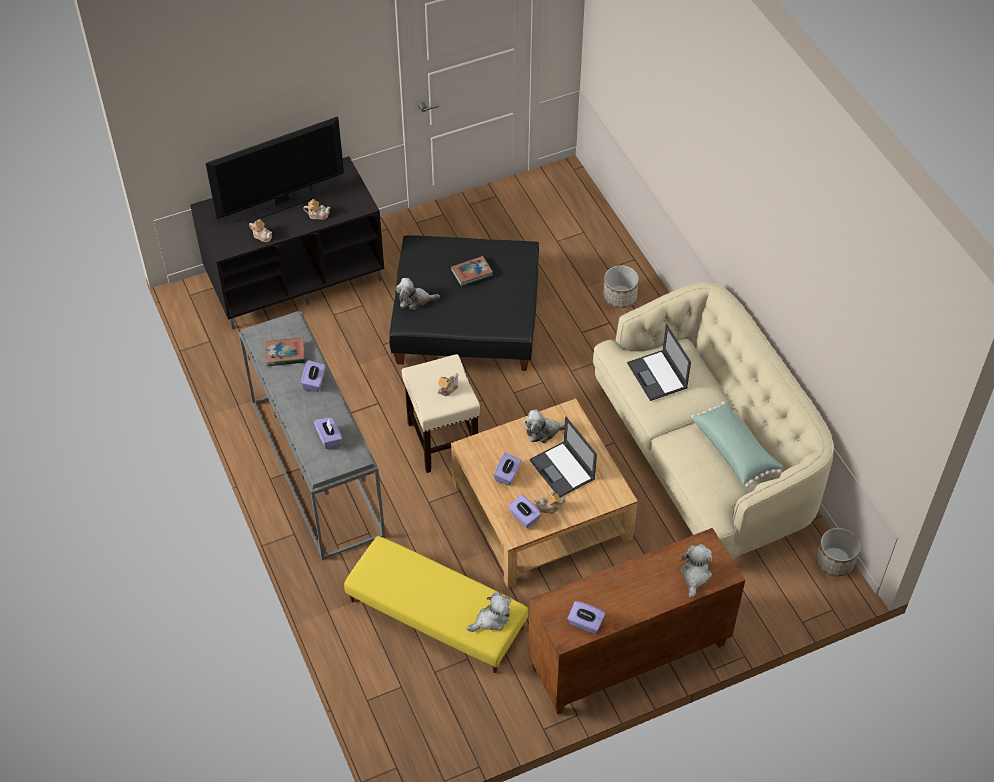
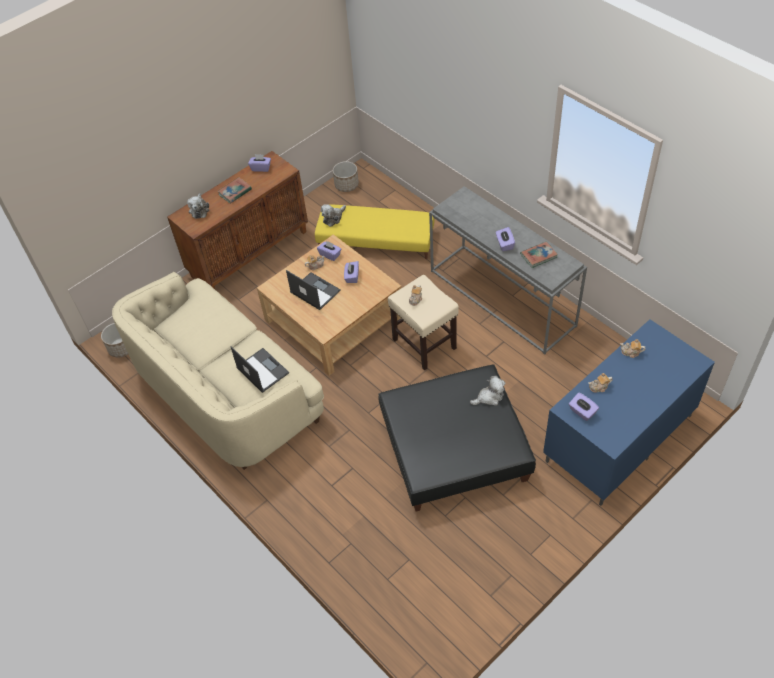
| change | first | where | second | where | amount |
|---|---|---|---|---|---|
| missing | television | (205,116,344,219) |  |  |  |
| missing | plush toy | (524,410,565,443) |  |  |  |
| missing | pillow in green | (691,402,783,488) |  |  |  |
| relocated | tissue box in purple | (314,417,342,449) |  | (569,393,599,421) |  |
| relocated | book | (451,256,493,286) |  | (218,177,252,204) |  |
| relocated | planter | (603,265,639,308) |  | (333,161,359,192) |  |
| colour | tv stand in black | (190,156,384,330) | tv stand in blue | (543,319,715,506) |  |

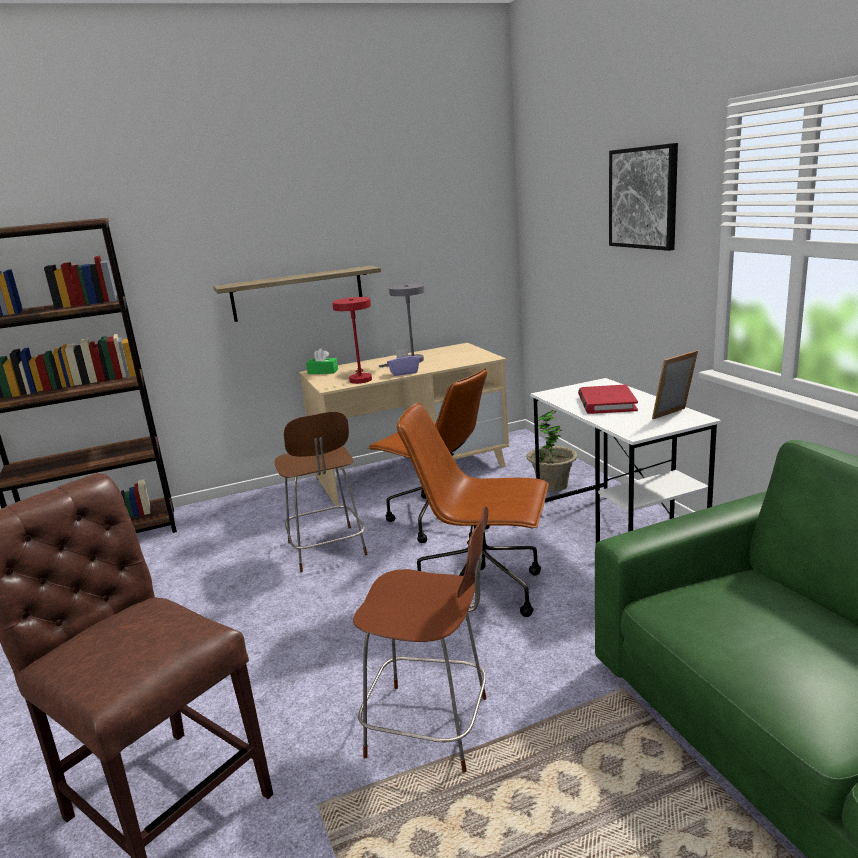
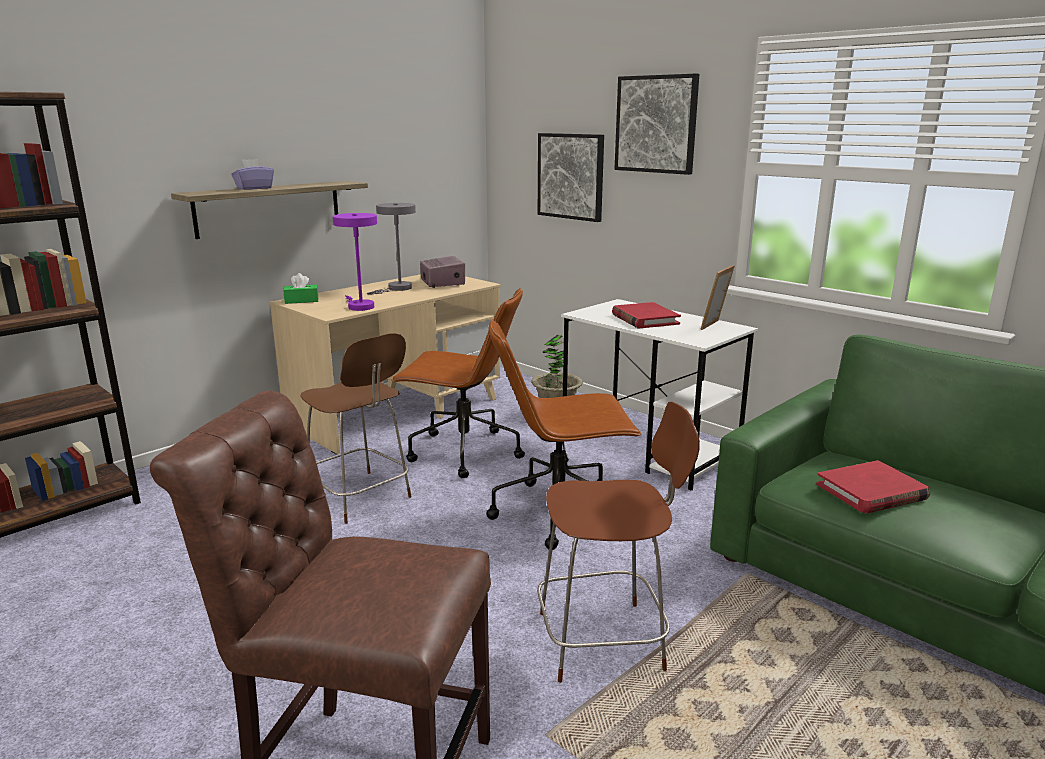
| change | first | where | second | where | amount |
|---|---|---|---|---|---|
| appeared |  |  | radio | (420,256,465,288) |  |
| appeared |  |  | picture | (538,133,604,222) |  |
| appeared |  |  | book in red | (816,460,930,513) |  |
| relocated | tissue box in purple | (387,349,420,376) |  | (232,159,274,190) |  |
| colour | table lamp in red | (332,297,372,384) | table lamp in purple | (333,213,377,311) |  |

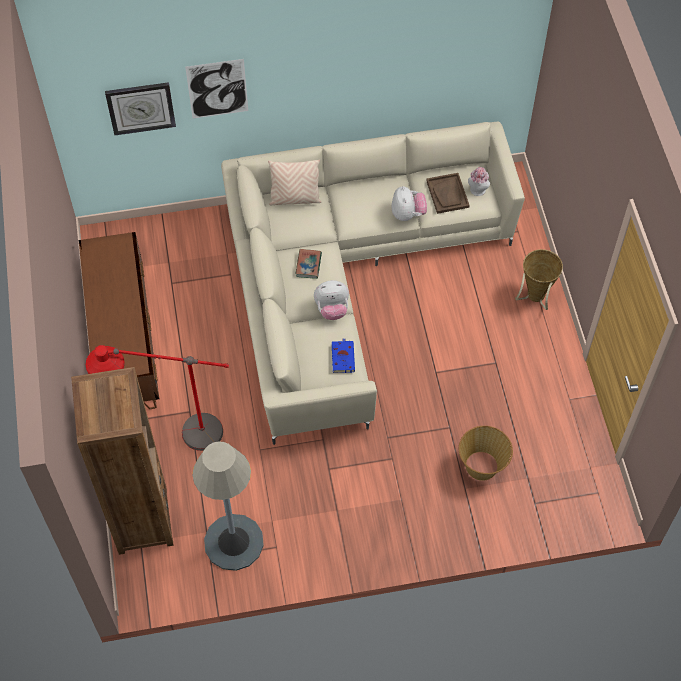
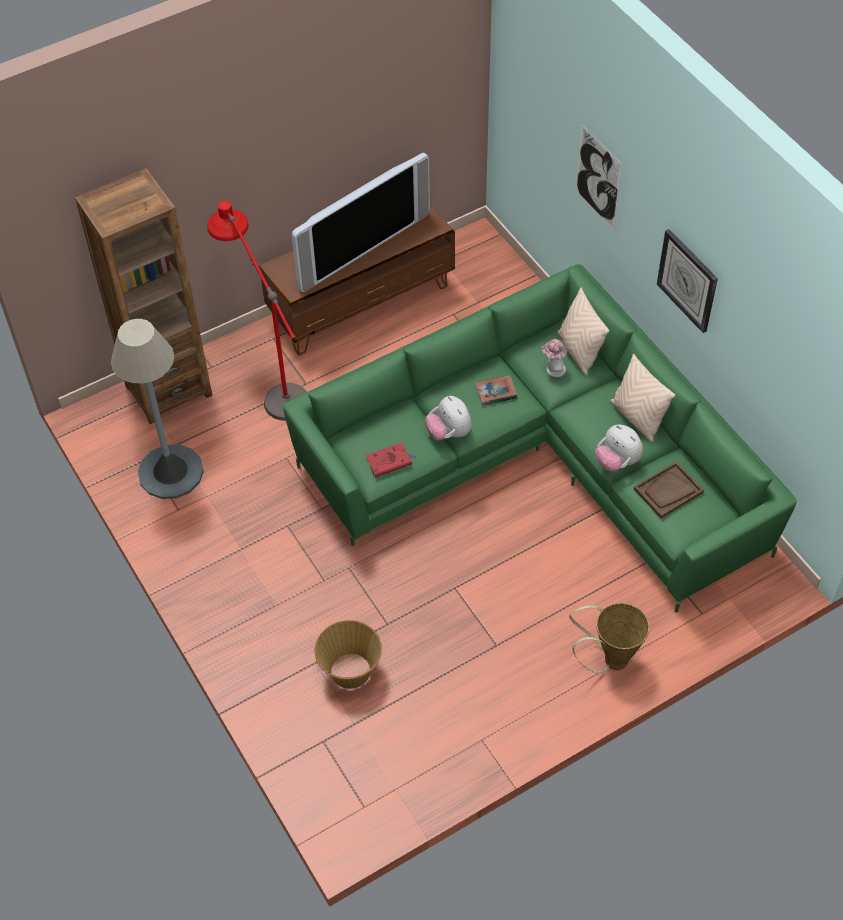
| change | first | where | second | where | amount |
|---|---|---|---|---|---|
| appeared |  |  | television | (291,153,430,292) |  |
| appeared |  |  | pillow in beige | (610,354,676,442) |  |
| relocated | wall clock | (105,82,176,135) |  | (657,229,718,333) |  |
| relocated | hat | (468,167,490,196) |  | (542,339,567,377) |  |
| colour | sofa in beige | (221,122,525,445) | sofa in green | (283,264,797,612) |  |
| colour | book in blue | (332,338,355,373) | book in red | (366,442,415,478) |  |
| spun | plush toy | (391,186,427,221) |  | (595,424,643,472) | 75 degrees clockwise |

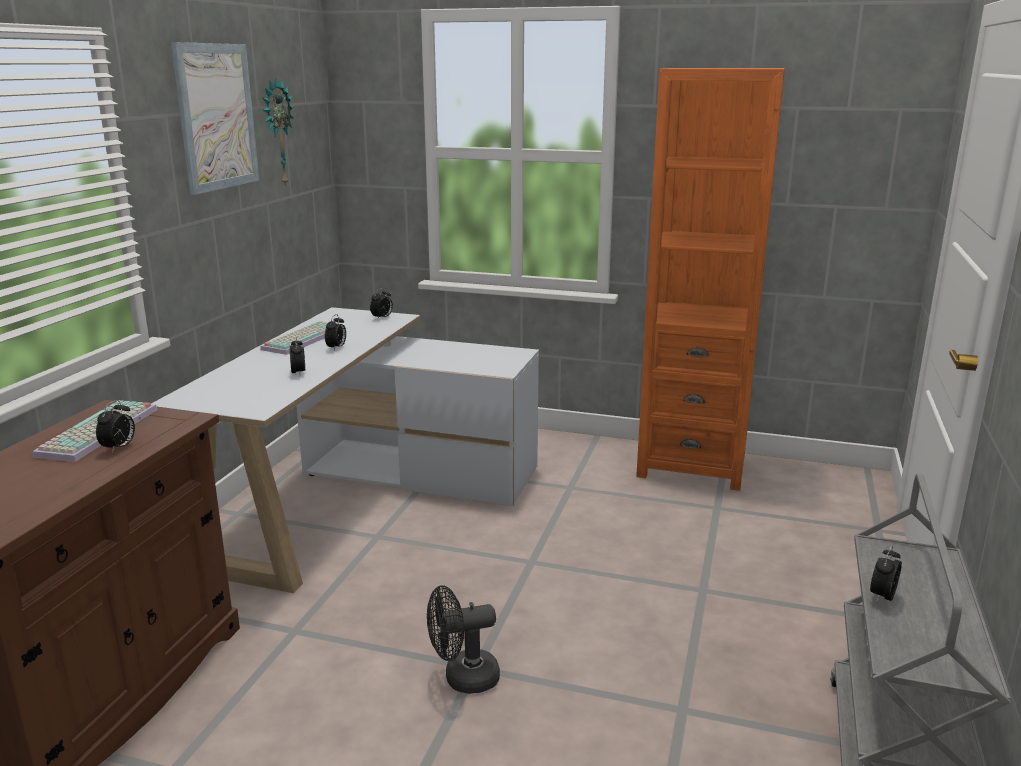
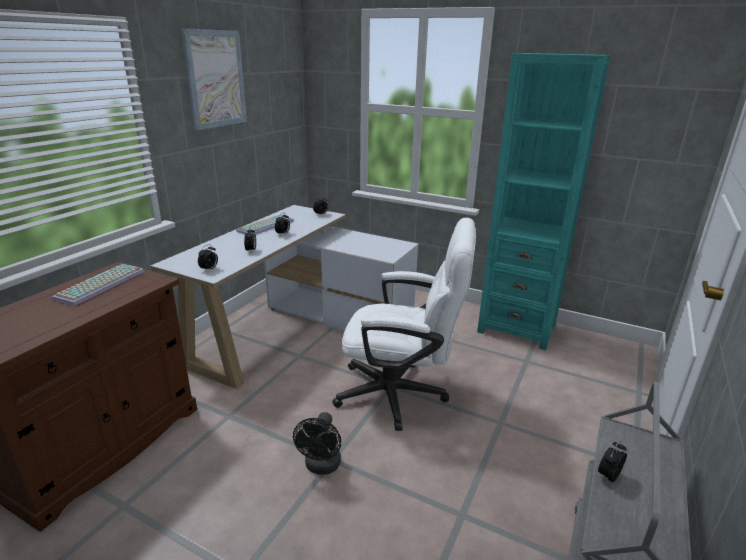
| change | first | where | second | where | amount |
|---|---|---|---|---|---|
| missing | wall clock | (263,78,294,187) |  |  |  |
| appeared |  |  | office chair in white | (332,218,476,431) |  |
| relocated | alarm clock | (96,400,135,453) |  | (198,244,218,270) |  |
| colour | bookcase in orange | (636,68,785,491) | bookcase in turquoise | (477,53,610,350) |  |
| spun | fan in black | (427,585,500,694) |  | (293,412,341,475) | 75 degrees counterclockwise |

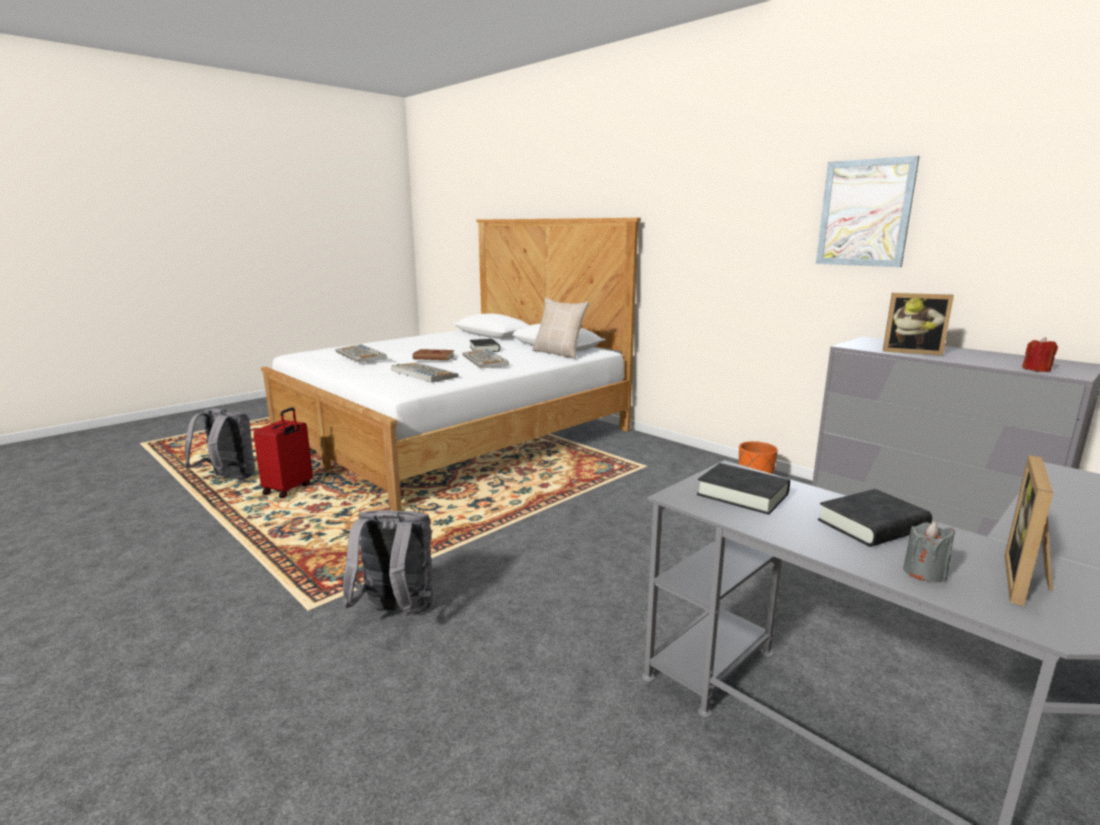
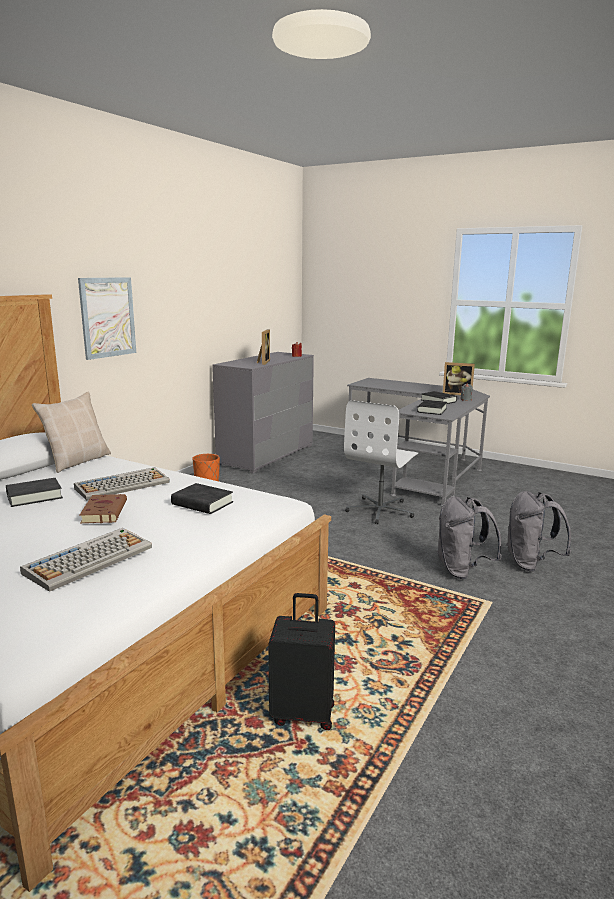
| change | first | where | second | where | amount |
|---|---|---|---|---|---|
| appeared |  |  | office chair in white | (344,400,418,524) |  |
| relocated | backpack in grey | (185,408,255,479) |  | (506,491,571,572) |  |
| relocated | picture | (816,156,920,267) |  | (78,277,136,360) |  |
| exchanged | keyboard | (391,363,459,383) | book in black | (171,483,233,514) |  |
| colour | suitcase in red | (253,407,313,498) | suitcase in black | (268,593,335,730) |  |

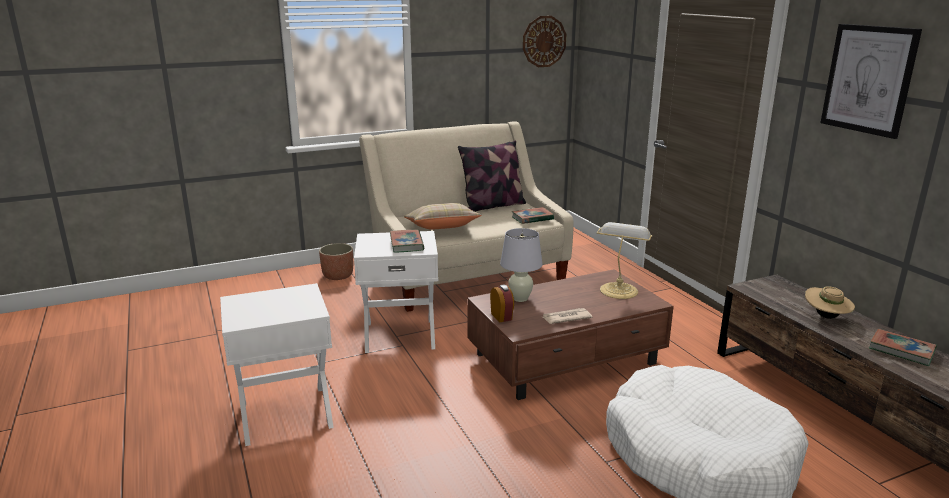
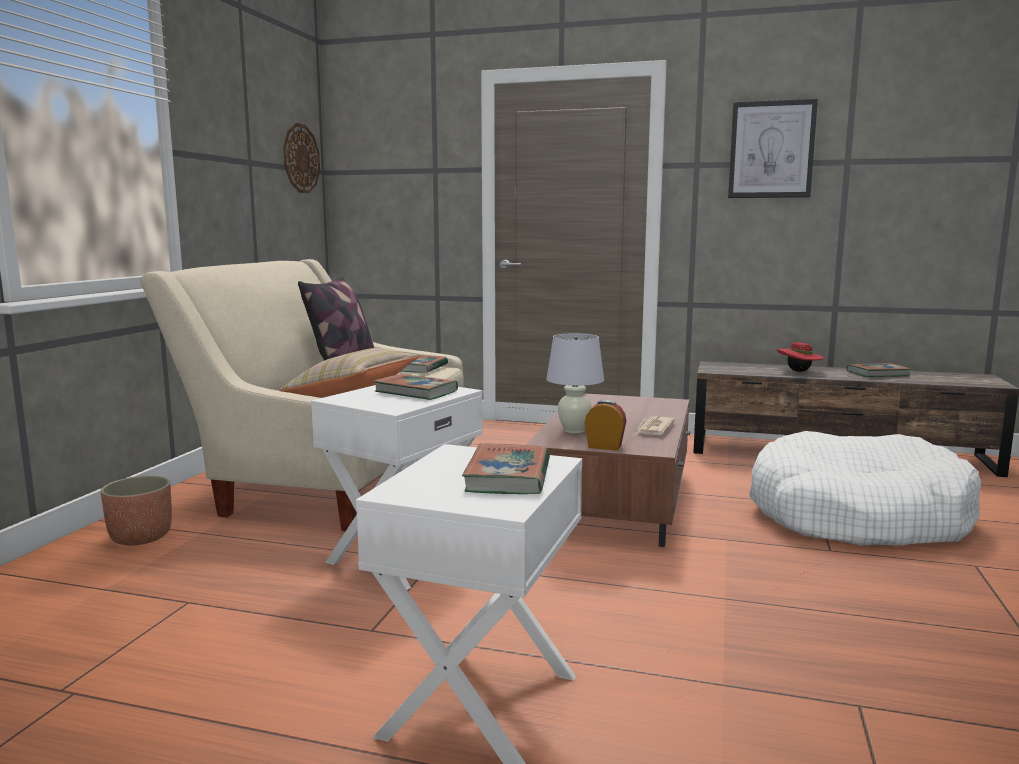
| change | first | where | second | where | amount |
|---|---|---|---|---|---|
| missing | table lamp | (597,222,652,299) |  |  |  |
| appeared |  |  | book | (462,443,550,494) |  |
| colour | hat in beige | (805,286,855,319) | hat in red | (777,342,824,372) |  |

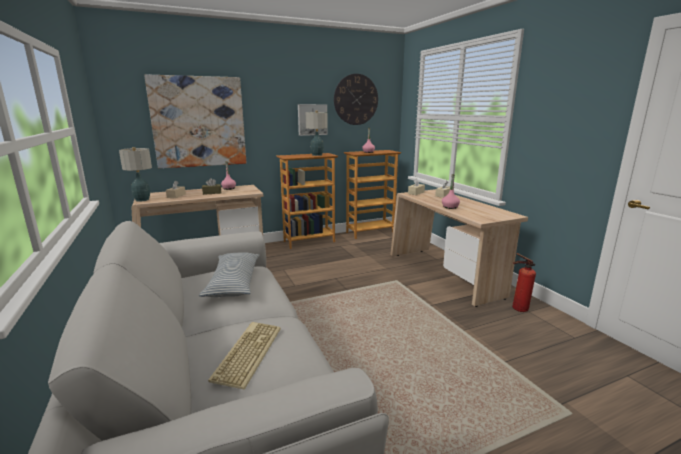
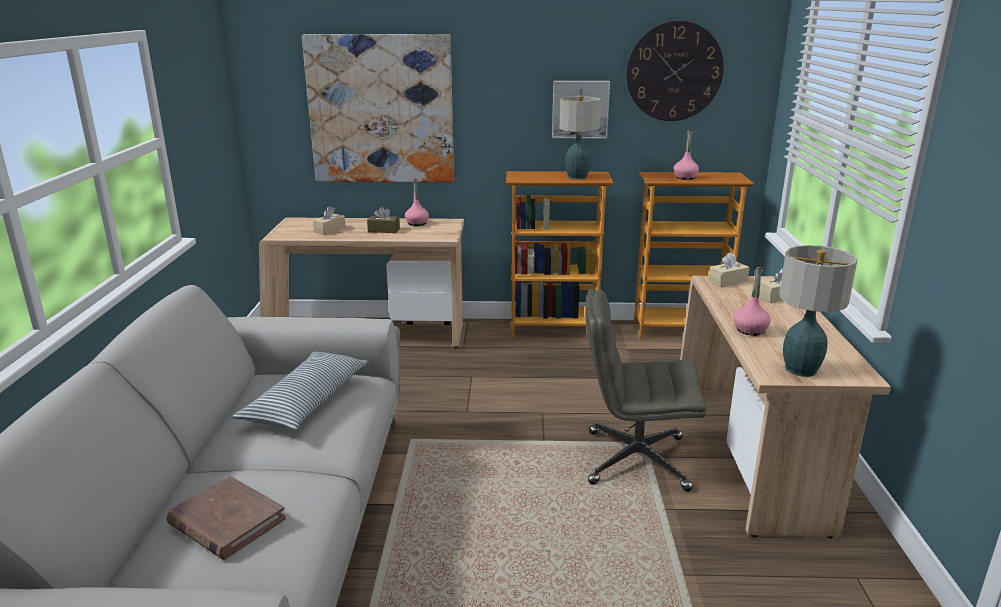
| change | first | where | second | where | amount |
|---|---|---|---|---|---|
| missing | fire extinguisher | (512,253,536,312) |  |  |  |
| appeared |  |  | office chair in grey | (586,289,707,492) |  |
| relocated | table lamp | (119,147,152,202) |  | (779,245,857,377) |  |
| exchanged | keyboard | (208,322,281,390) | book in brown | (167,476,286,560) |  |

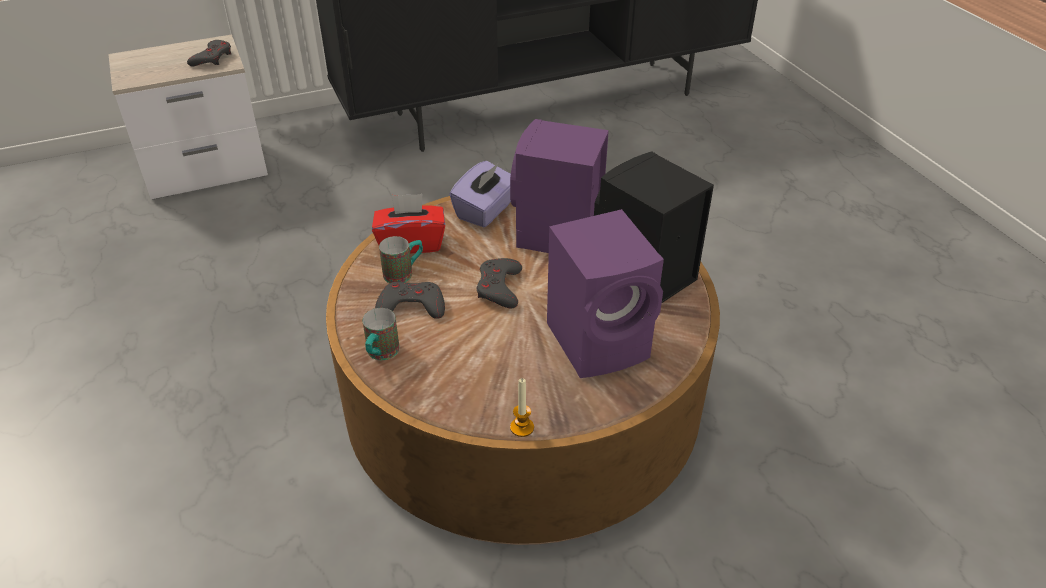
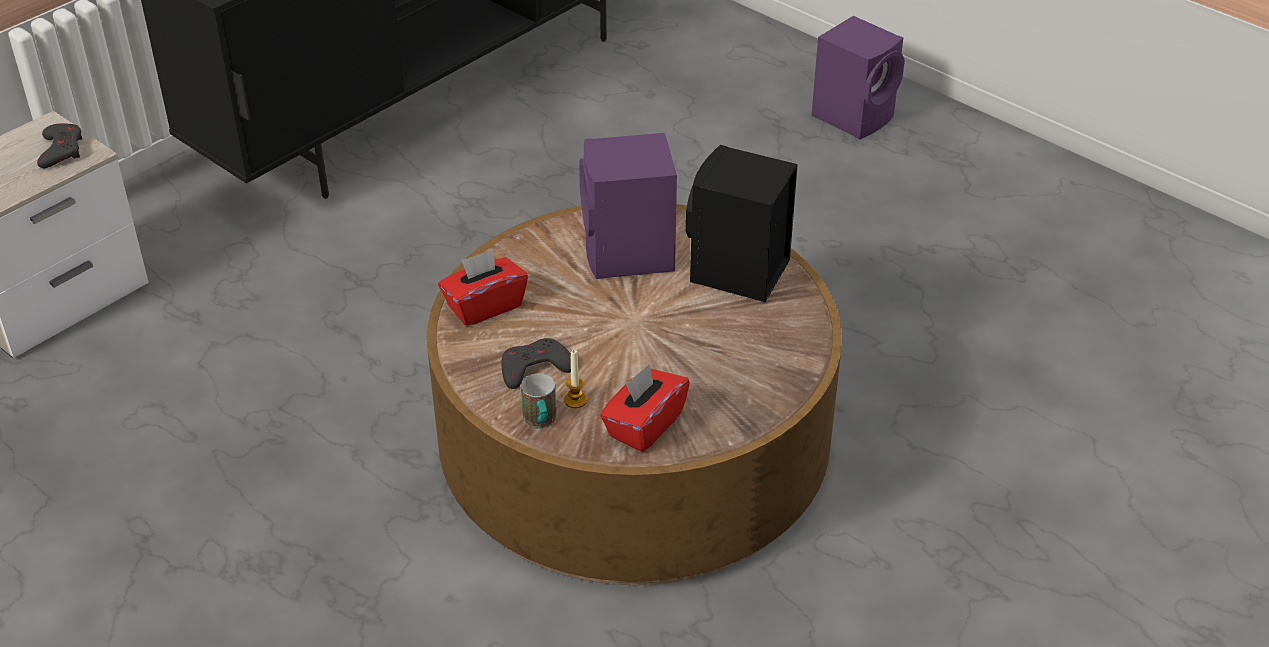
| change | first | where | second | where | amount |
|---|---|---|---|---|---|
| missing | mug | (379,236,423,283) |  |  |  |
| missing | tissue box in purple | (449,161,511,227) |  |  |  |
| missing | game controller in grey | (477,258,522,308) |  |  |  |
| appeared |  |  | tissue box in red | (600,364,690,452) |  |
| relocated | candle | (510,378,534,437) |  | (564,350,587,408) |  |
| relocated | speaker in purple | (547,209,664,378) |  | (812,16,905,139) |  |

